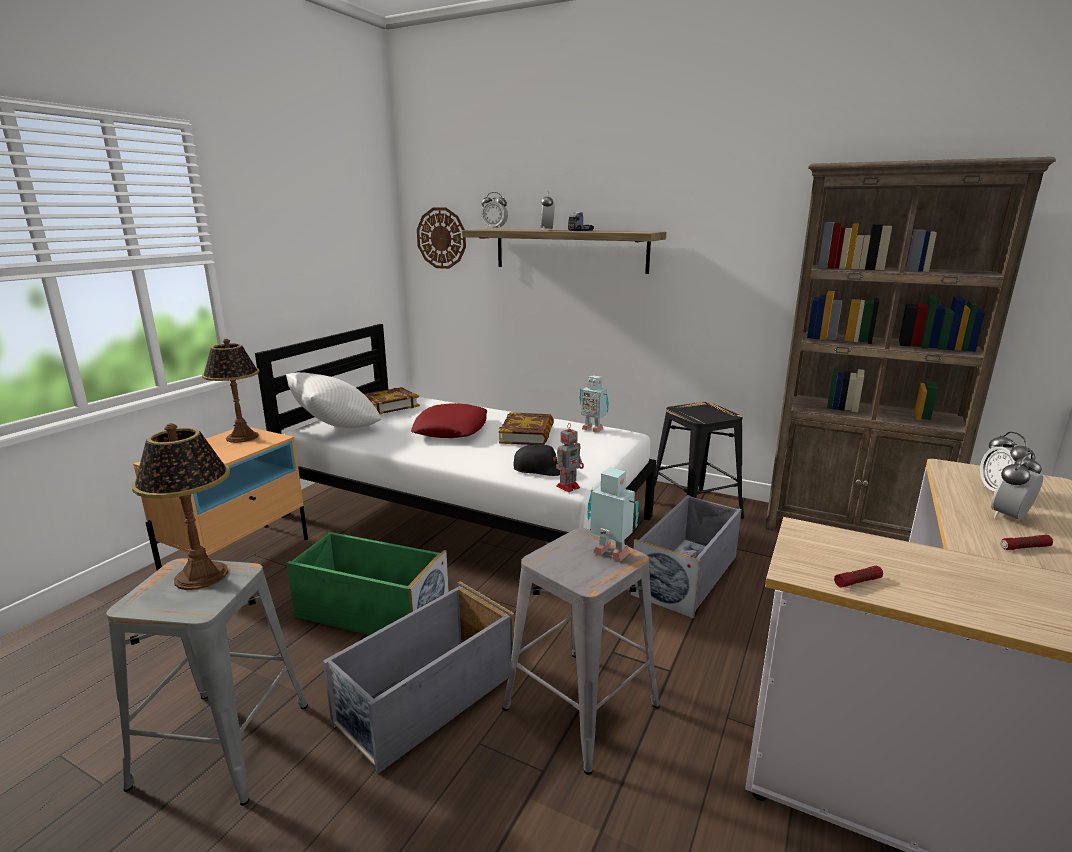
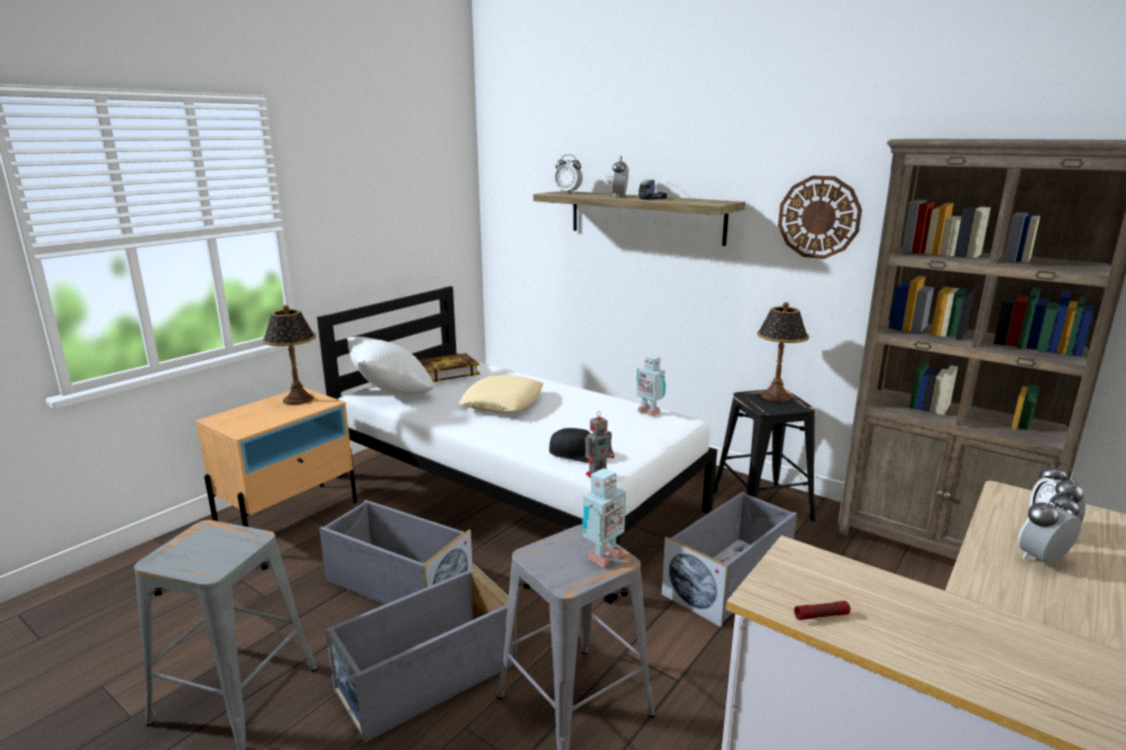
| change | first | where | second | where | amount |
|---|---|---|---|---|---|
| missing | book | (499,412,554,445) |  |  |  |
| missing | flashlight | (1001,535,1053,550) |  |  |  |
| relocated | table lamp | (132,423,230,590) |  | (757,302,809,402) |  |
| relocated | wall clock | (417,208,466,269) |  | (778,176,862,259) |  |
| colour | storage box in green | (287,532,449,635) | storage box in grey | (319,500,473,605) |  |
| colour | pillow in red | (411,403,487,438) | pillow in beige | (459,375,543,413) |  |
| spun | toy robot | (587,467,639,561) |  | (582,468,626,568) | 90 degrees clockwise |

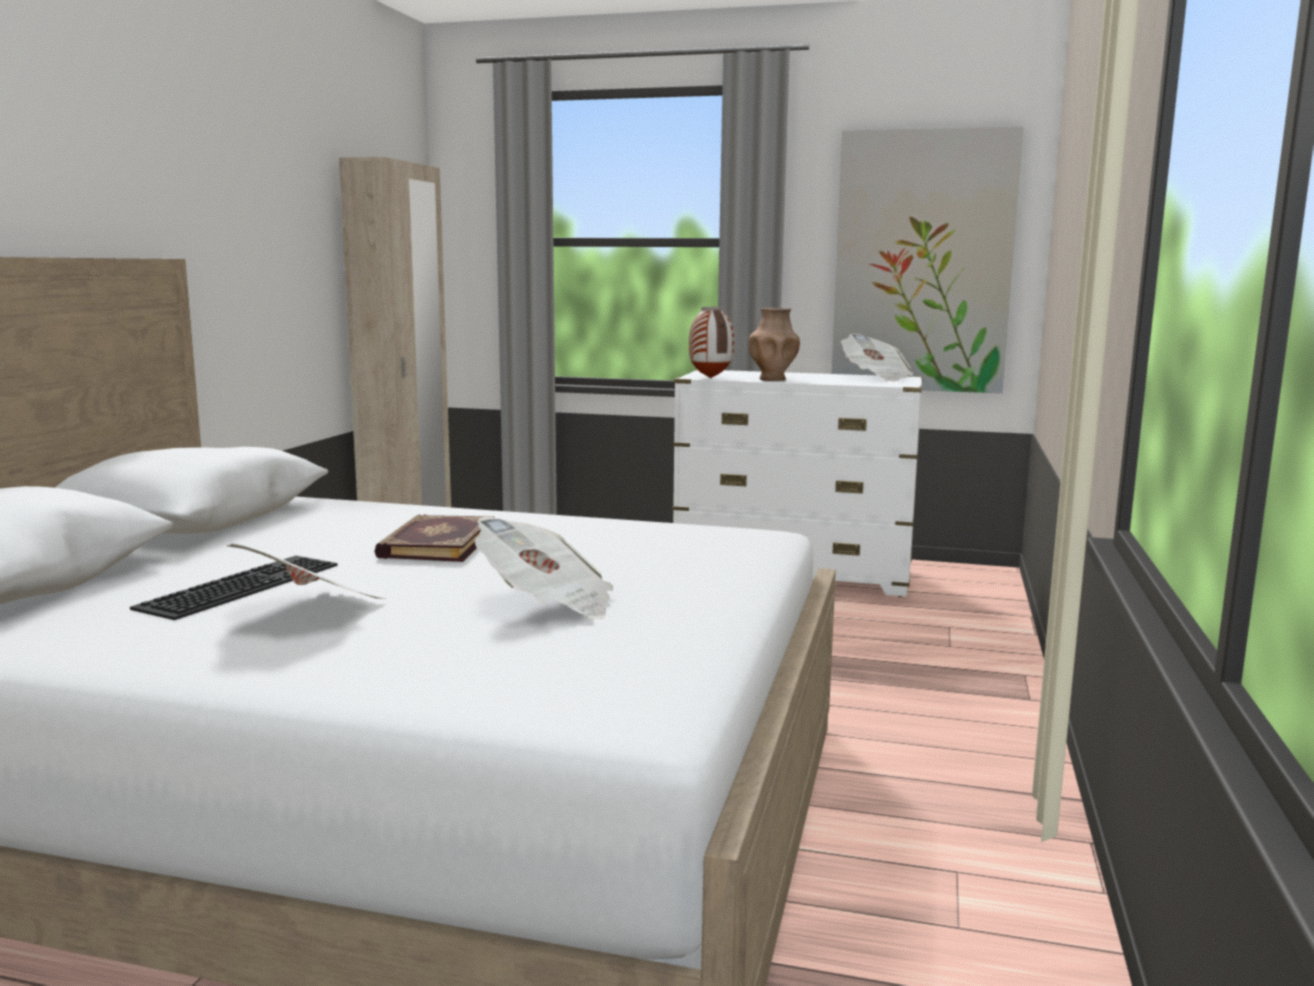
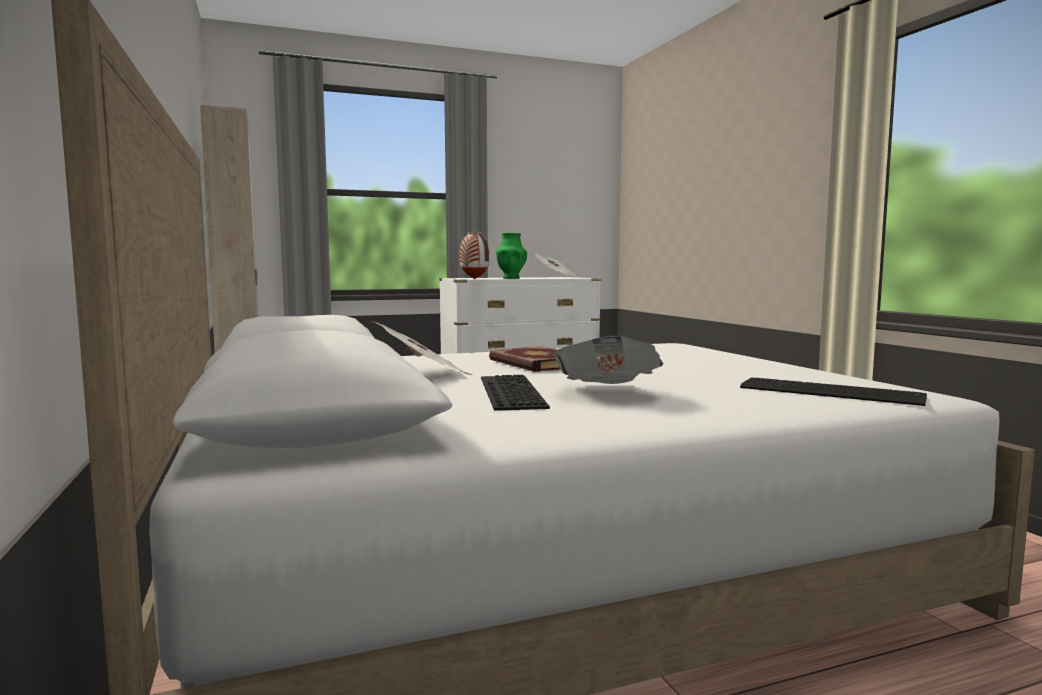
| change | first | where | second | where | amount |
|---|---|---|---|---|---|
| missing | picture | (832,126,1023,393) |  |  |  |
| appeared |  |  | keyboard | (740,378,927,406) |  |
| relocated | newspaper | (474,517,613,619) |  | (371,321,472,375) |  |
| colour | vase in brown | (749,308,800,381) | vase in green | (496,233,527,279) |  |

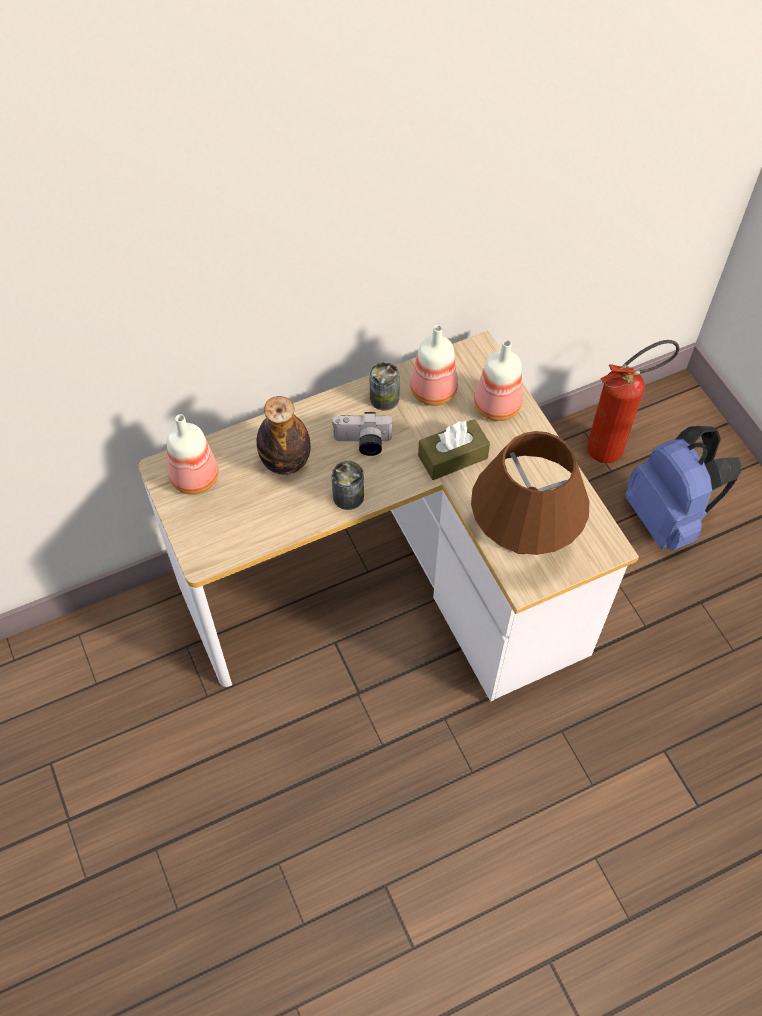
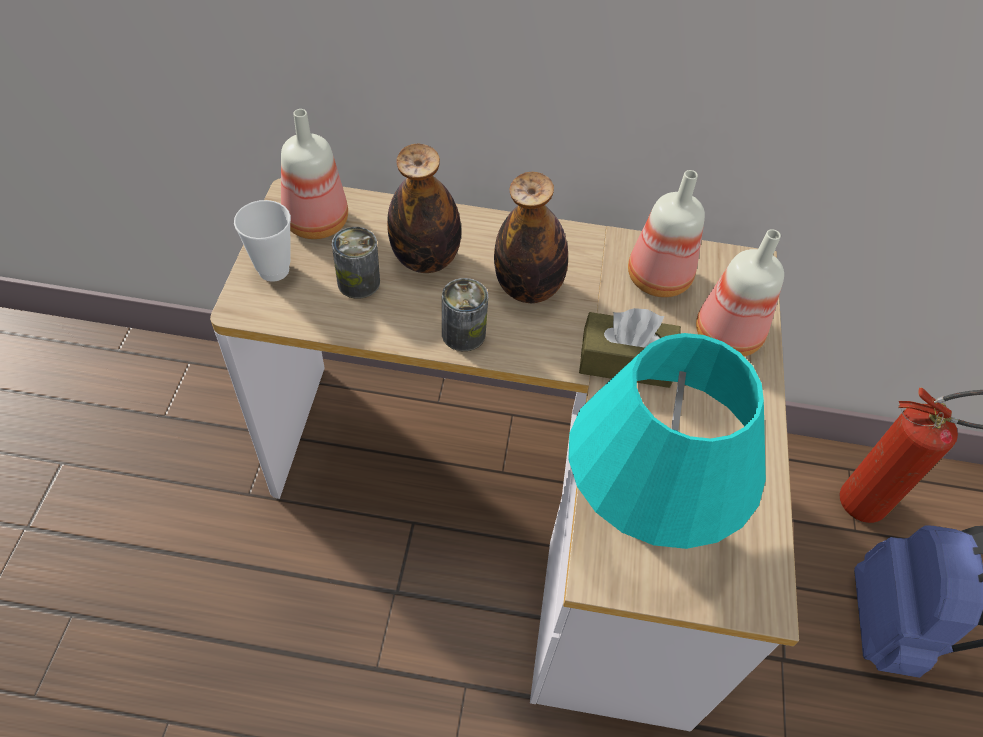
| change | first | where | second | where | amount |
|---|---|---|---|---|---|
| appeared |  |  | cup | (234,200,291,282) |  |
| relocated | can | (369,362,400,411) |  | (332,227,380,299) |  |
| exchanged | photo camera | (332,412,394,456) | bottle | (494,172,568,303) |  |
| colour | table lamp in brown | (471,431,589,555) | table lamp in turquoise | (568,333,766,549) |  |

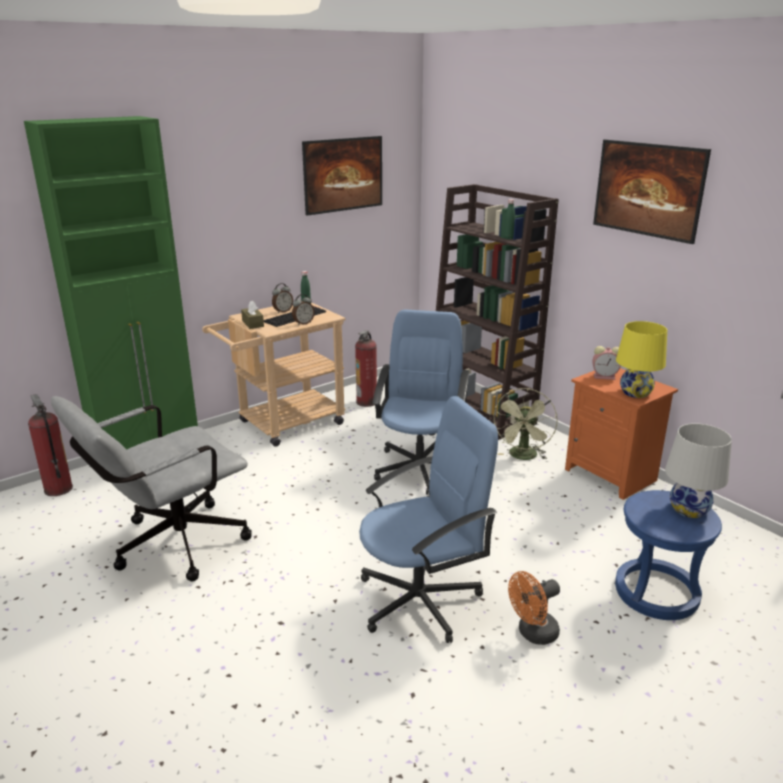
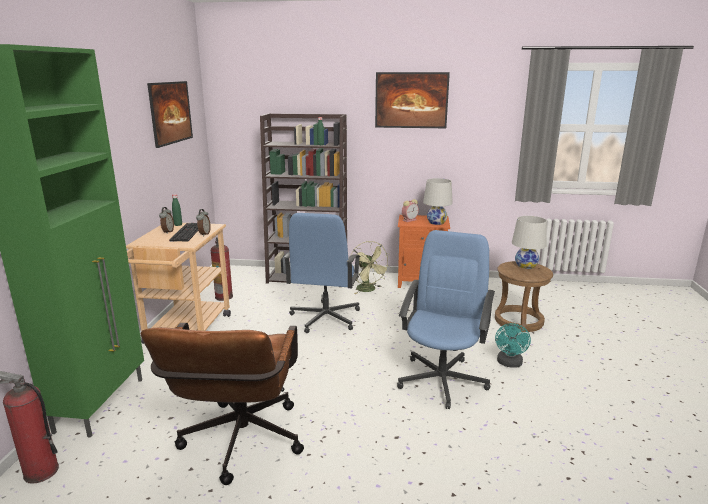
| change | first | where | second | where | amount |
|---|---|---|---|---|---|
| missing | tissue box in brown | (241,301,264,329) |  |  |  |
| colour | office chair in grey | (51,396,252,581) | office chair in brown | (141,323,304,485) |  |
| colour | fan in orange | (508,571,560,645) | fan in turquoise | (495,323,531,368) |  |
| colour | stool in blue | (615,490,722,620) | stool in brown | (495,261,553,332) |  |
| colour | table lamp in yellow | (616,321,667,398) | table lamp in white | (423,178,453,225) |  |
| spun | office chair in blue | (372,310,470,495) |  | (284,213,361,333) | 135 degrees counterclockwise |

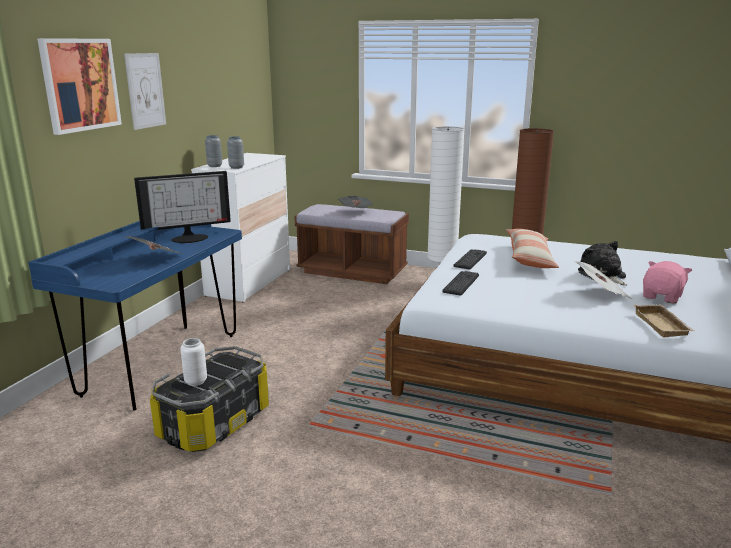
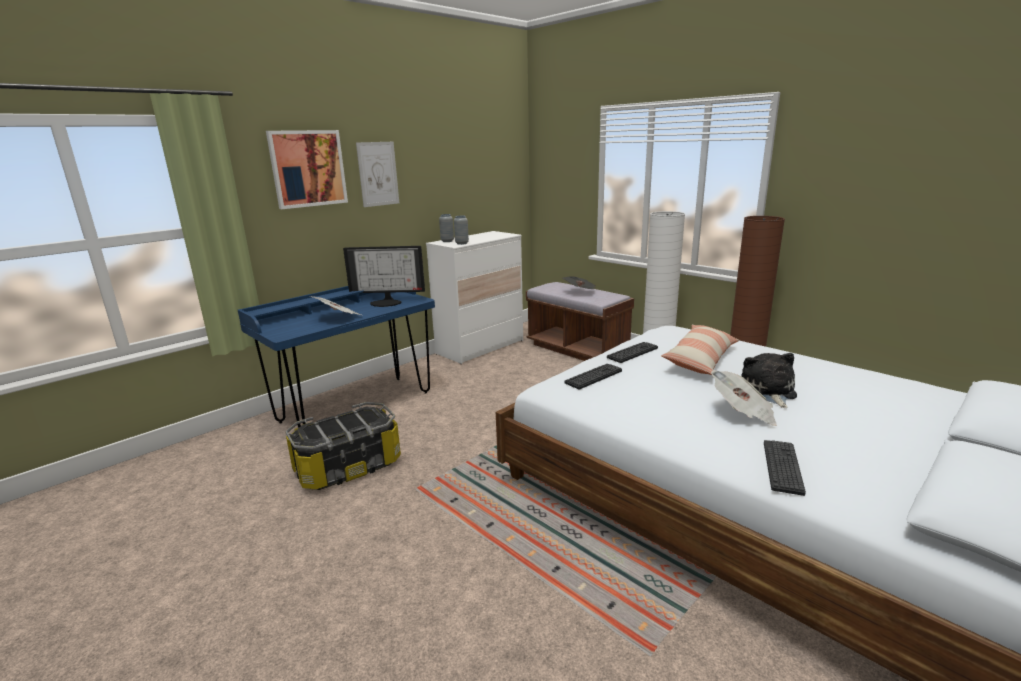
| change | first | where | second | where | amount |
|---|---|---|---|---|---|
| missing | vase in white | (180,338,207,386) |  |  |  |
| missing | plush toy in pink | (643,261,692,304) |  |  |  |
| exchanged | tray in beige | (634,305,694,338) | keyboard | (764,440,806,496) |  |

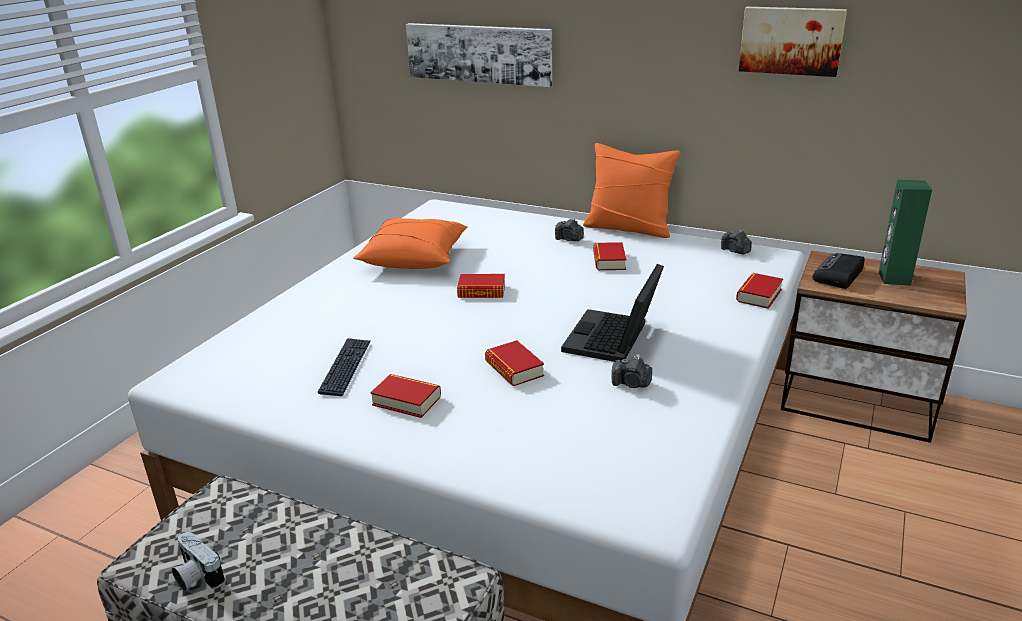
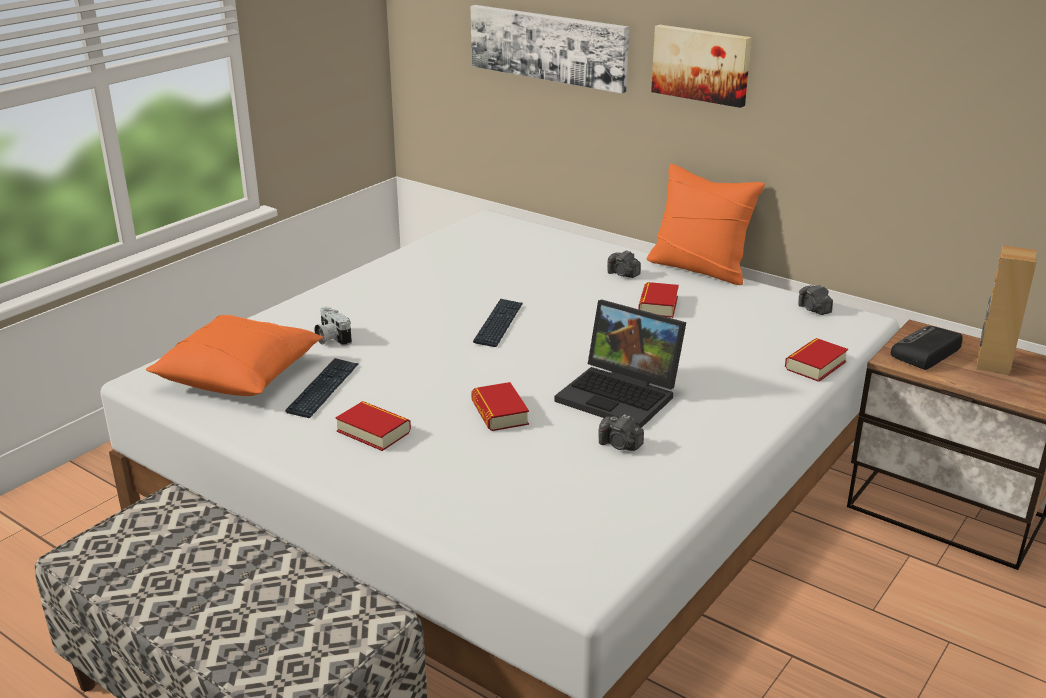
| change | first | where | second | where | amount |
|---|---|---|---|---|---|
| relocated | photo camera | (172,532,225,592) |  | (315,307,352,346) |  |
| relocated | pillow in orange | (353,218,468,269) |  | (146,315,323,396) |  |
| relocated | picture | (739,7,847,77) |  | (651,25,752,108) |  |
| exchanged | book | (457,274,505,298) | keyboard | (473,299,523,347) |  |
| colour | speaker in green | (879,180,932,285) | speaker in brown | (977,245,1037,375) |  |
| spun | laptop | (561,264,664,362) |  | (554,300,686,428) | 90 degrees counterclockwise |

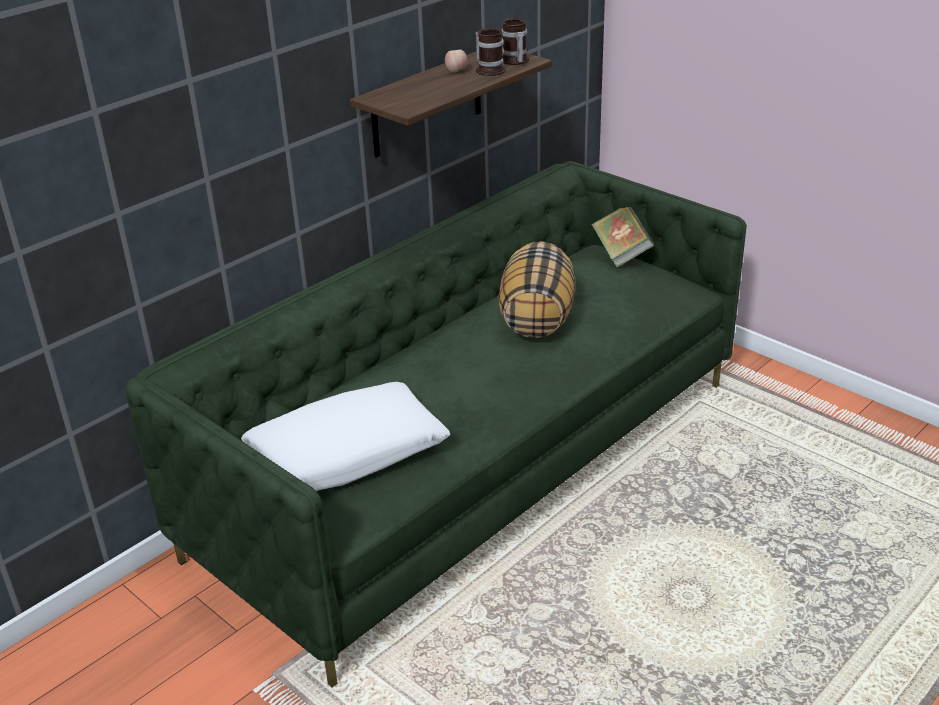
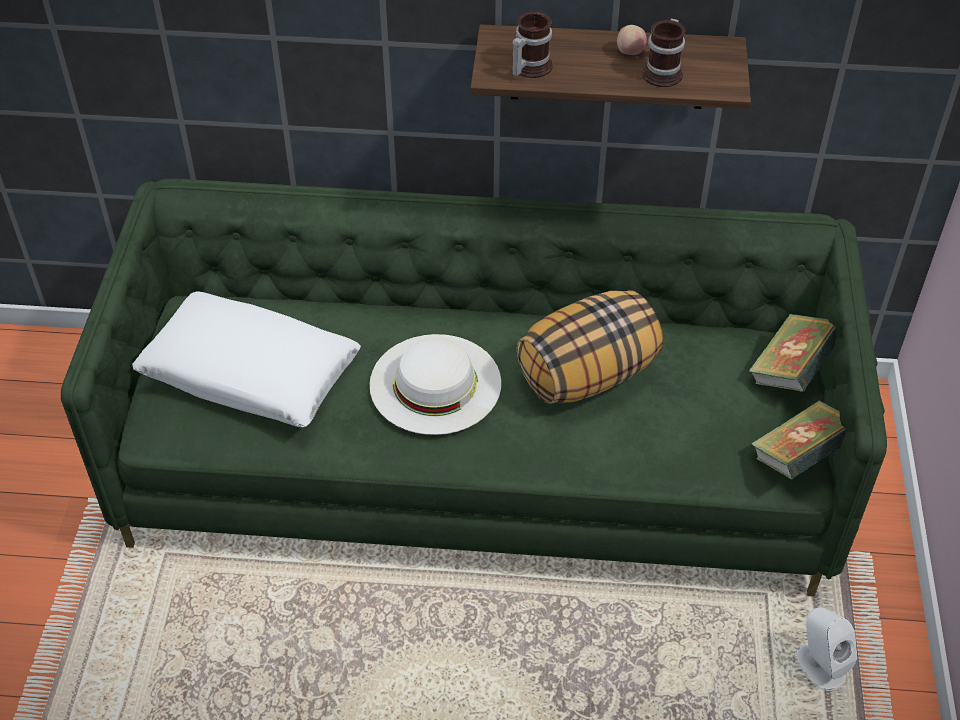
| change | first | where | second | where | amount |
|---|---|---|---|---|---|
| appeared |  |  | hat in white | (369,334,501,435) |  |
| appeared |  |  | book | (751,400,846,479) |  |
| appeared |  |  | speaker in white | (795,607,858,691) |  |
| relocated | mug | (502,18,529,65) |  | (512,11,553,78) |  |

